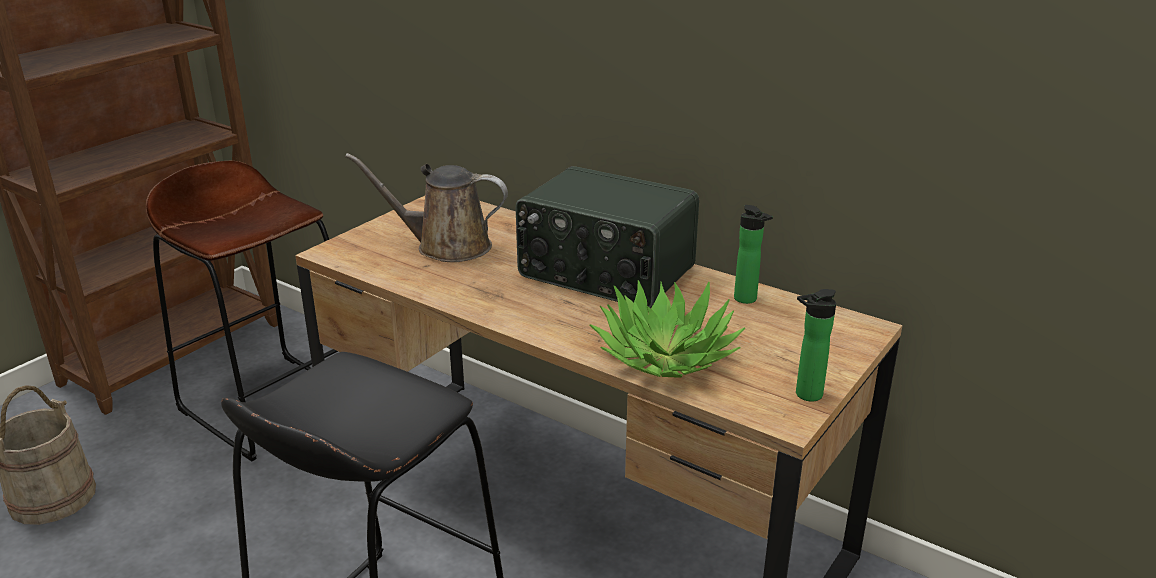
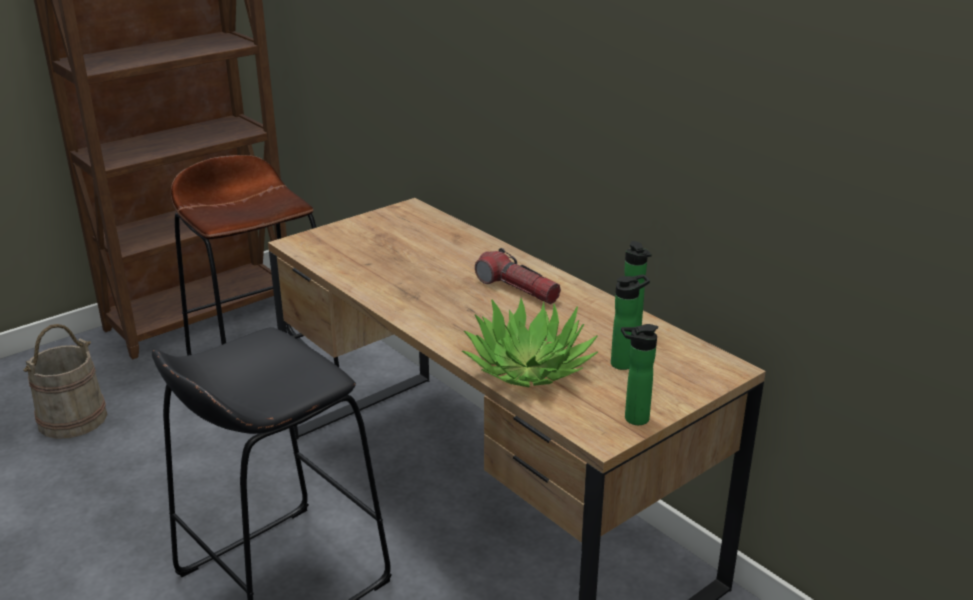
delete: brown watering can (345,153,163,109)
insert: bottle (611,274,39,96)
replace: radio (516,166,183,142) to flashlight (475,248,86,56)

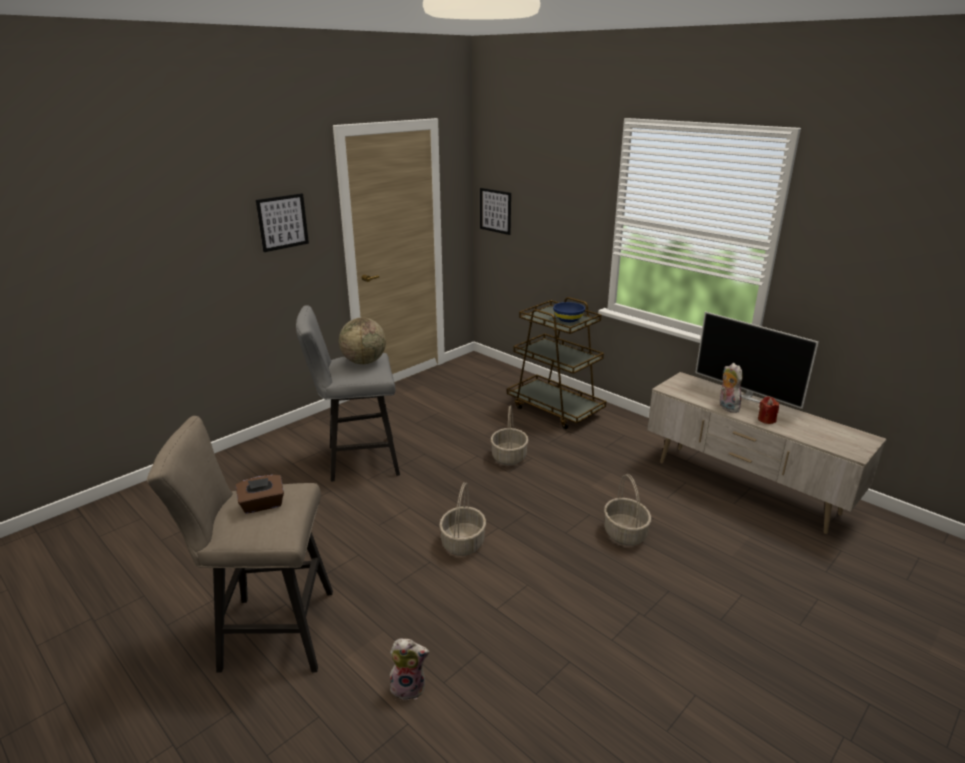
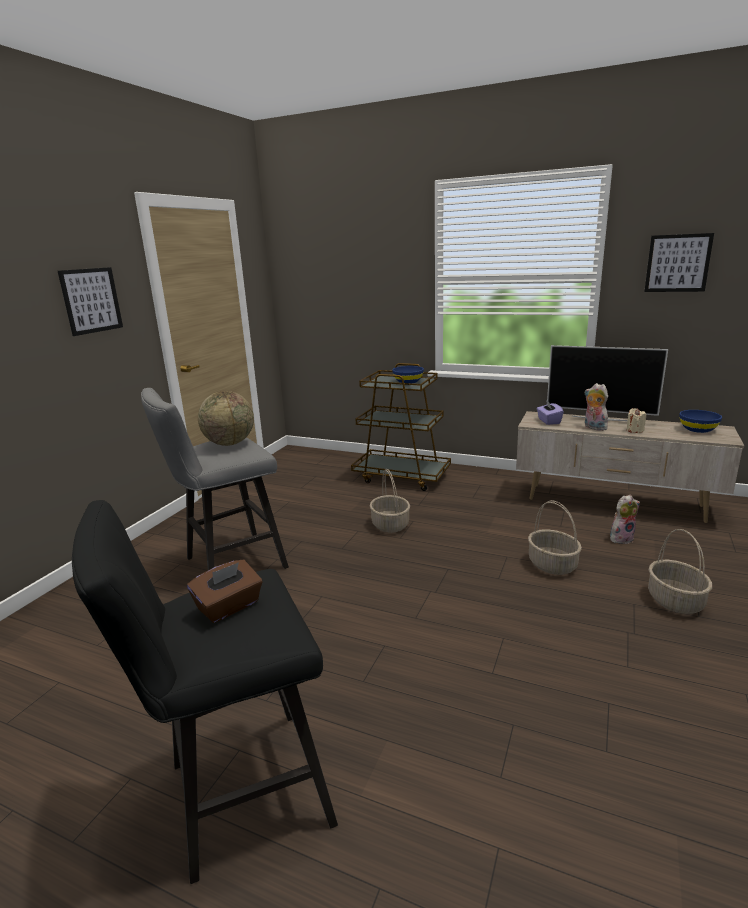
insert: purple tissue box (537,400,27,25); blue bowl (679,410,43,23)
move: plush toy (390,639,39,61) to (610,495,30,49); basket (439,483,47,73) to (648,529,64,85); picture (480,188,31,47) to (644,233,70,59)
recolor: beige stool (147,416,186,257) to black stool (72,500,266,384); red candle (758,396,21,28) to beige candle (627,408,19,25)

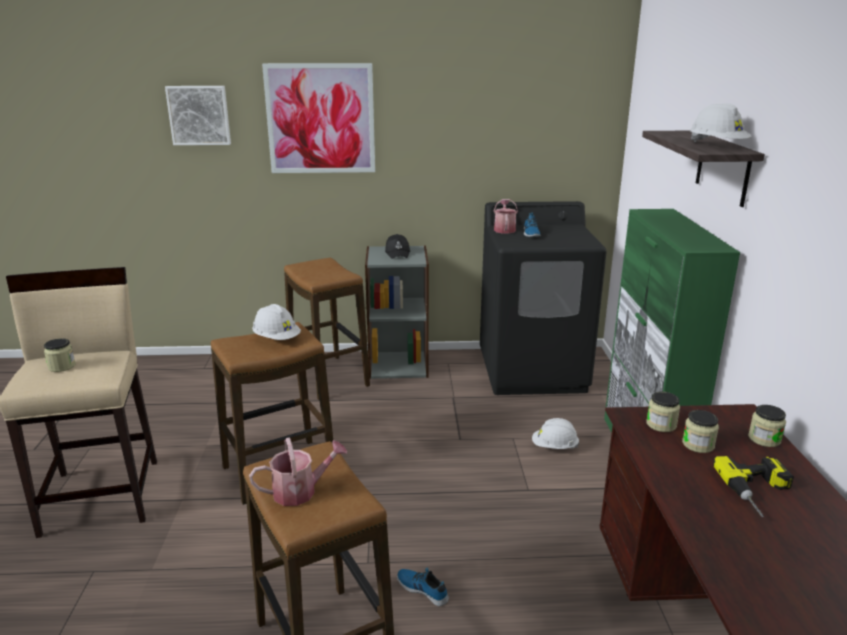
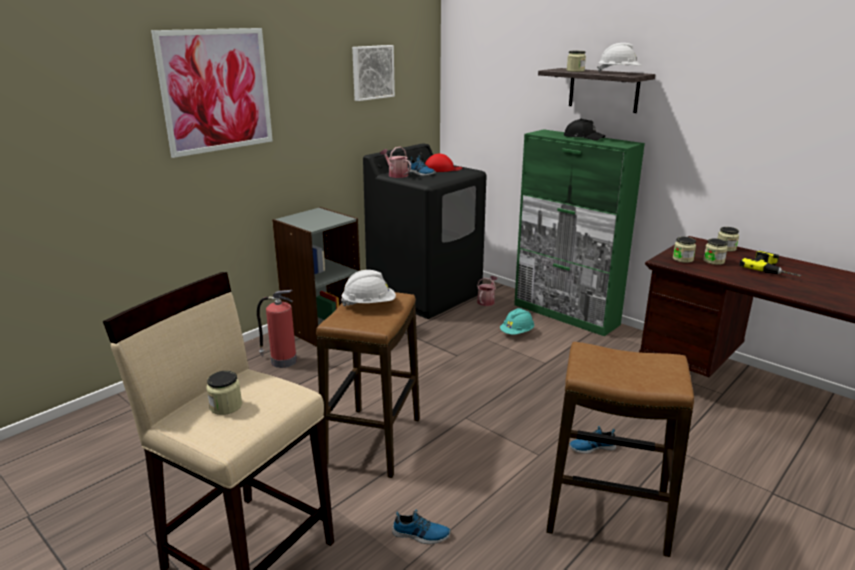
insert: shoe (392,510,59,34); red cap (425,154,38,18); jar (567,51,19,21)
move: picture (165,86,66,59) to (352,45,43,56); watering can (249,438,98,68) to (477,276,21,30); black cap (385,234,25,25) to (564,119,42,22)
replace: stool (284,258,86,142) to fire extinguisher (257,290,40,78)
recolor: white hard hat (532,418,47,31) to turquoise hard hat (500,308,34,27)

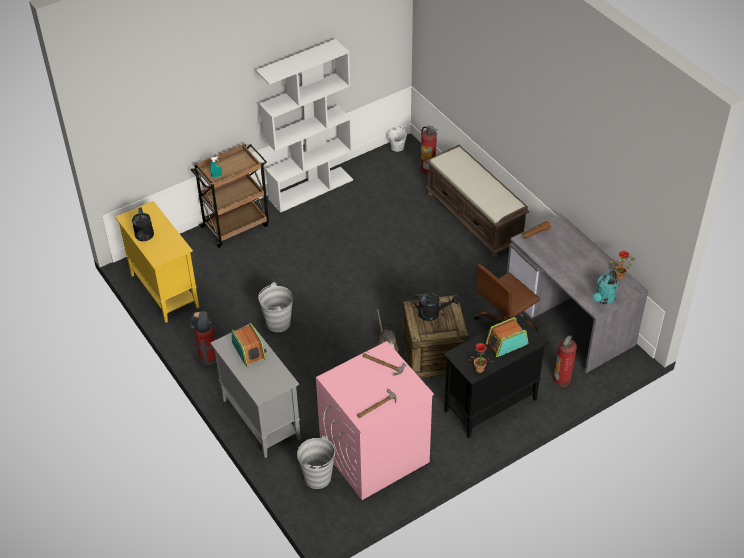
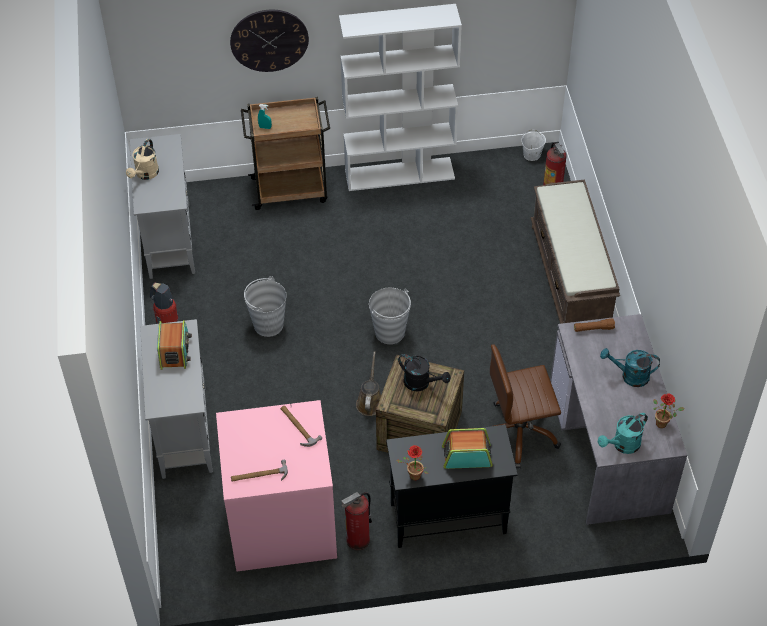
insert: wall clock (230,9,79,63); turquoise watering can (600,348,60,39)
move: grey bucket (297,436,38,53) to (369,288,42,56); fire extinguisher (553,335,24,52) to (341,492,31,58)
recolor: yellow cabinet (115,201,84,122) to grey cabinet (130,134,65,145); black watering can (132,207,22,34) to beige watering can (126,139,33,41)

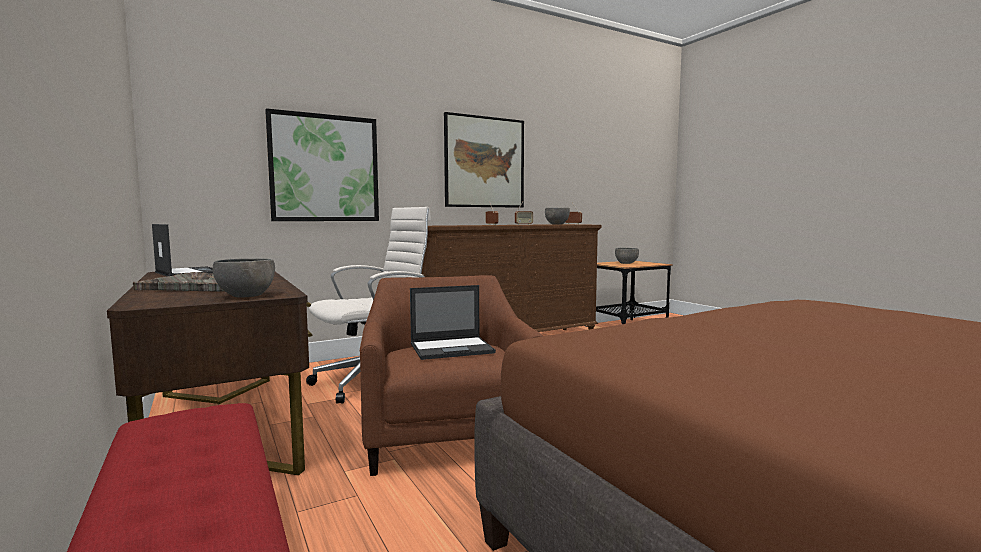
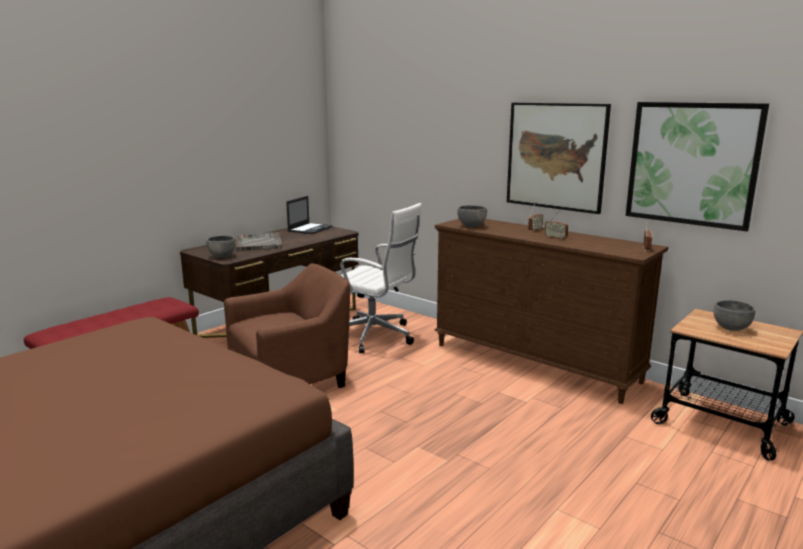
delete: laptop (410,285,86,75)
move: picture (265,108,114,113) to (626,102,143,129); grey bowl (545,207,25,18) to (457,205,30,23)

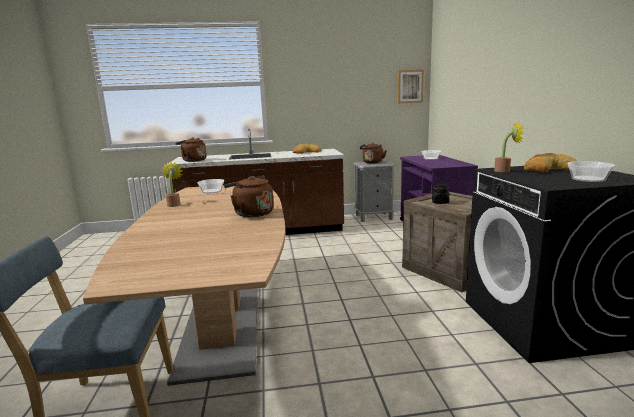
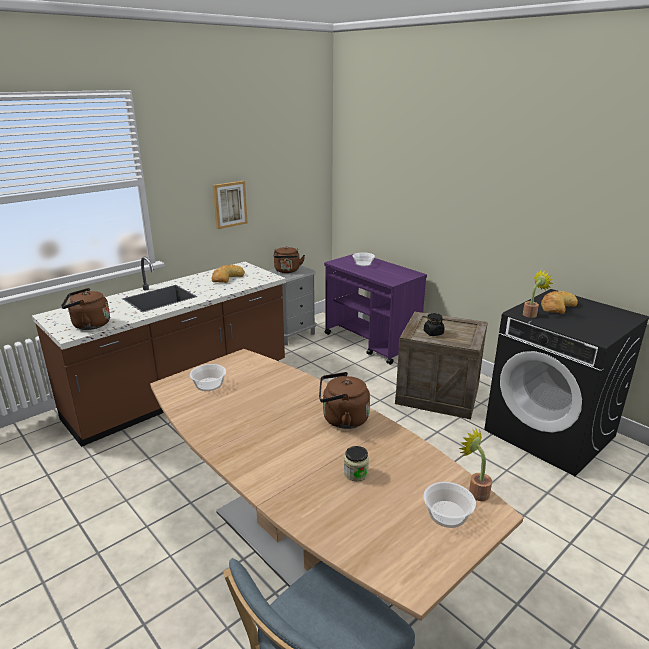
insert: jar (344,446,25,35)
move: potted plant (162,161,21,46) to (458,429,34,72); picture (397,70,27,33) to (213,181,35,48); bowl (567,161,48,21) to (423,482,53,46)

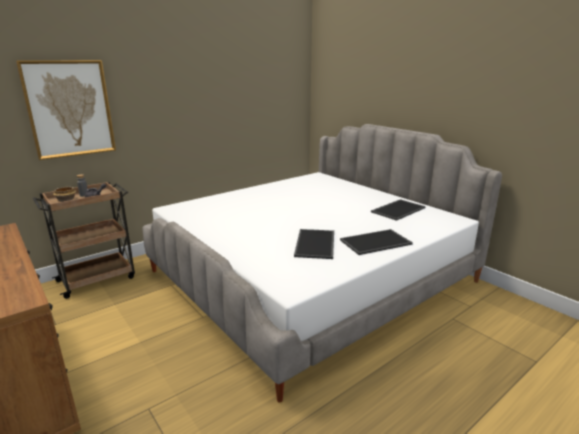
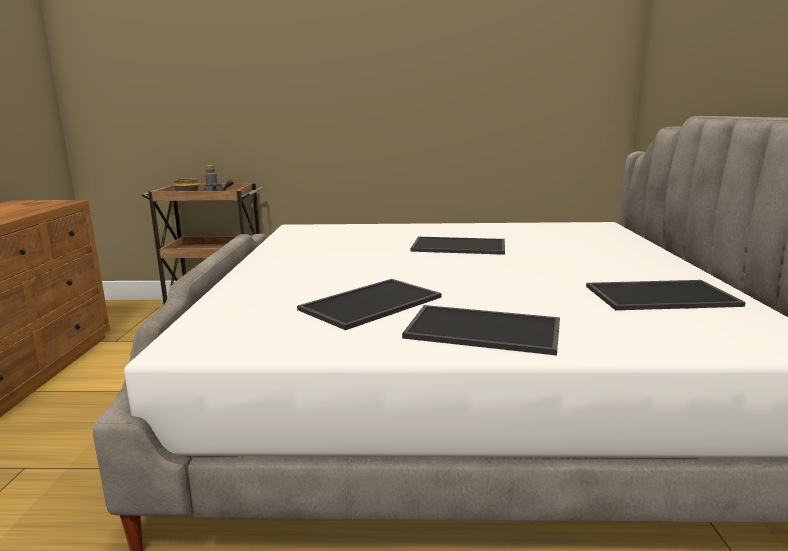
delete: picture (16,60,100,100)
insert: tray (411,237,94,18)

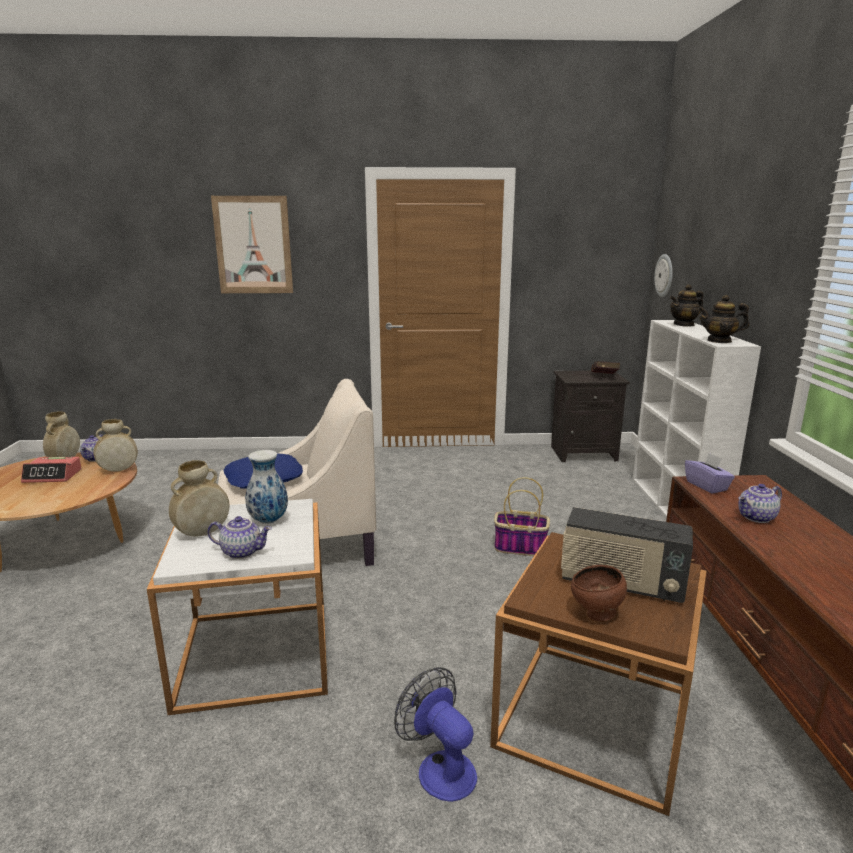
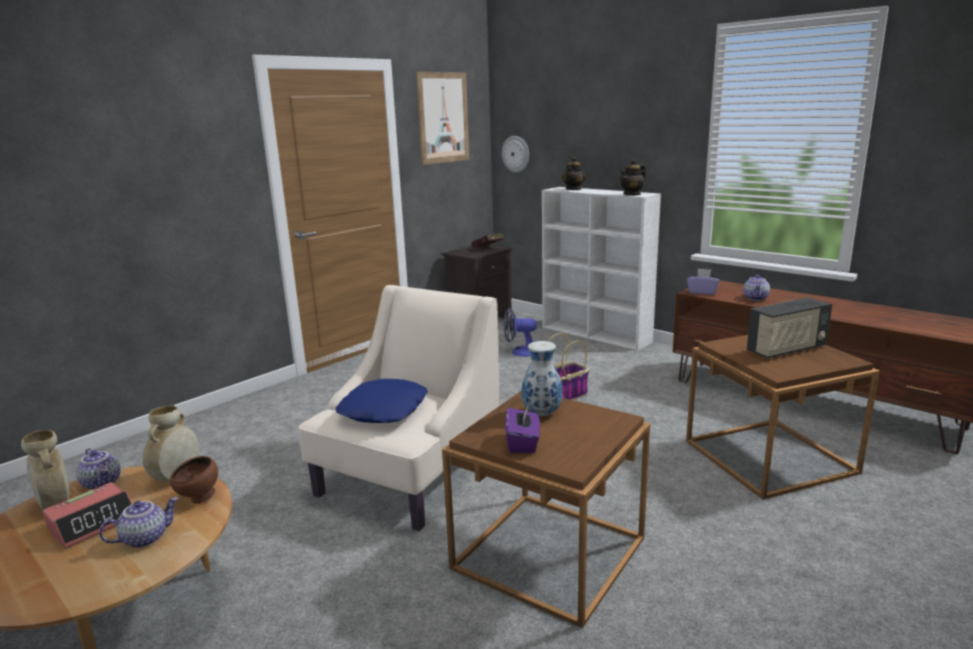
move: teapot (208,516,64,43) to (99,497,80,51); picture (211,196,82,97) to (416,72,54,93); fan (394,667,83,135) to (504,308,33,49); brown bowl (571,565,56,56) to (170,456,48,48)
replace: beige vase (169,460,61,77) to purple tissue box (506,403,34,50)
recolor: white side table (147,499,181,216) to brown side table (442,391,208,237)

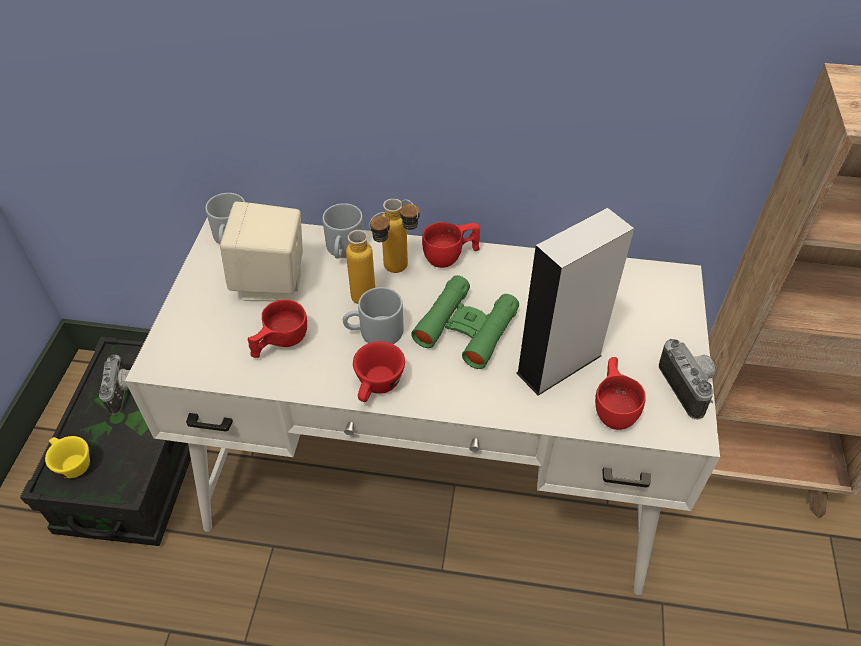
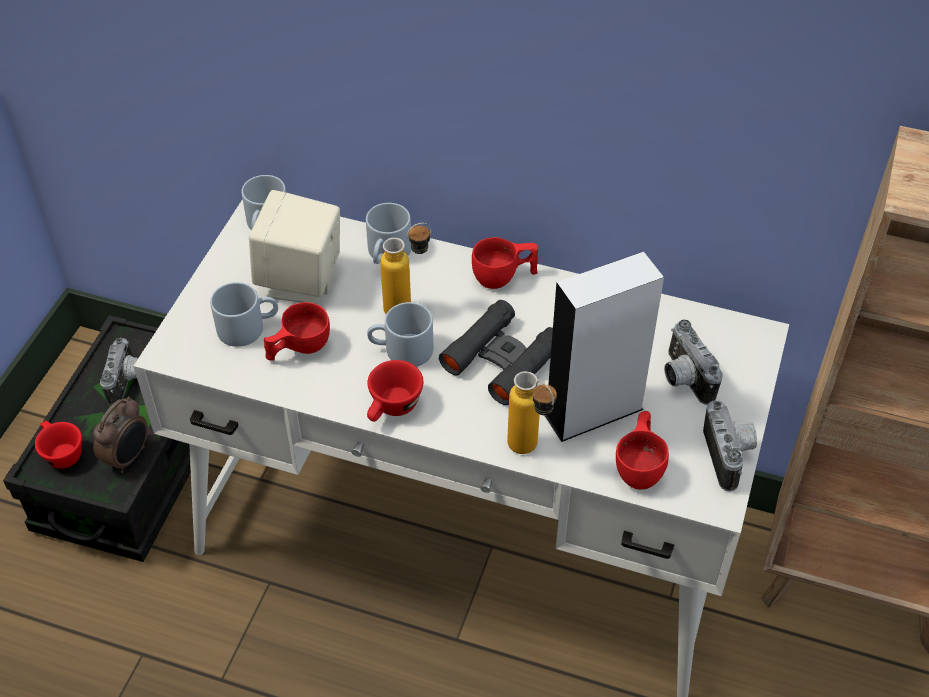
insert: alarm clock (93,397,55,76); grey mug (210,282,68,65); photo camera (664,319,59,86)
move: bottle (382,198,38,75) to (507,371,50,83)
recolor: yellow cup (45,436,45,42) to red cup (35,421,47,48); green binoculars (411,275,108,94) to black binoculars (439,300,114,105)

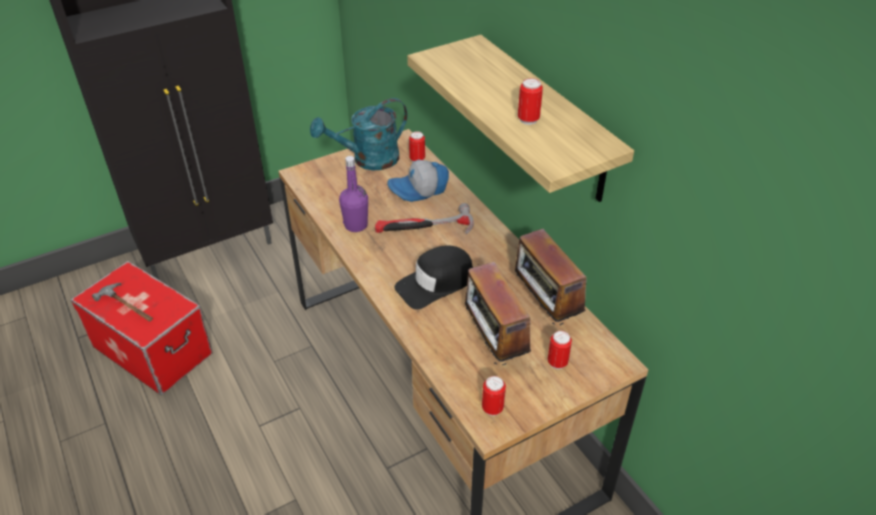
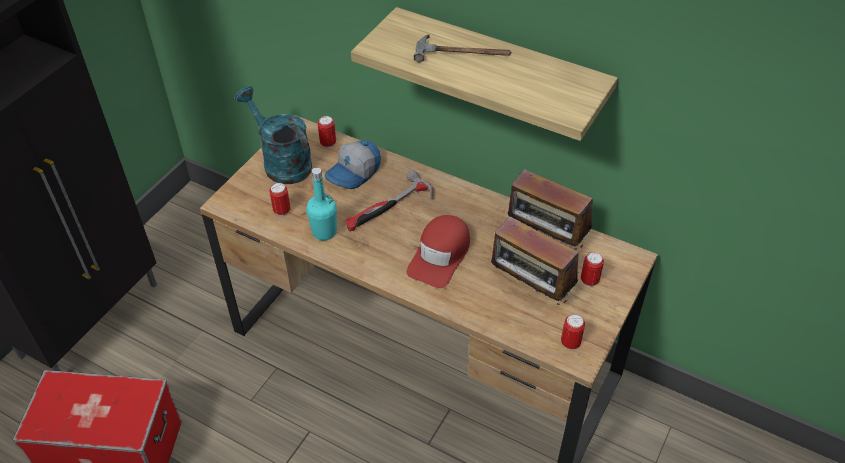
move: hammer (92,283,61,38) to (414,34,98,29); can (518,78,25,47) to (269,183,22,33)
recolor: purple bottle (339,156,29,76) to turquoise bottle (306,167,31,73); black cap (394,245,79,65) to red cap (407,215,63,73)
rotate: turquoise watering can (310,98,98,72) = (235,86,77,98) 105 degrees clockwise

